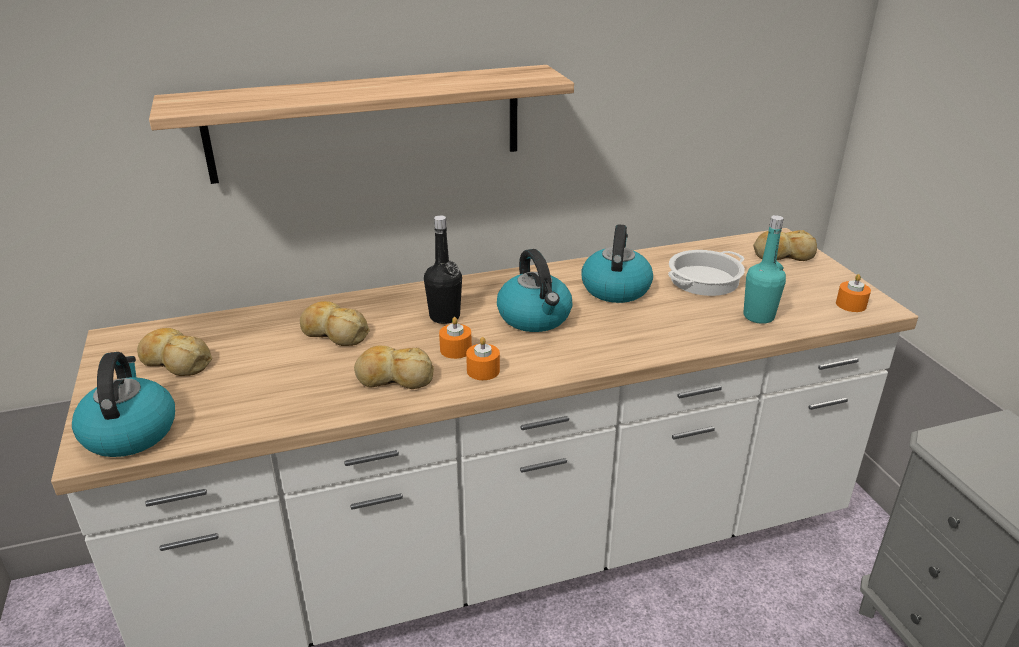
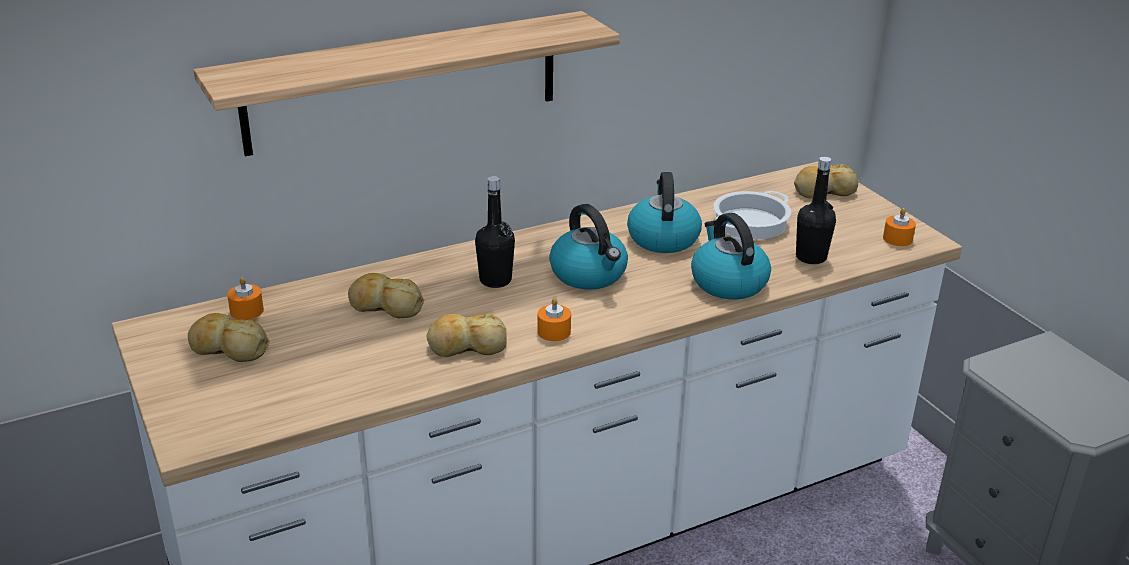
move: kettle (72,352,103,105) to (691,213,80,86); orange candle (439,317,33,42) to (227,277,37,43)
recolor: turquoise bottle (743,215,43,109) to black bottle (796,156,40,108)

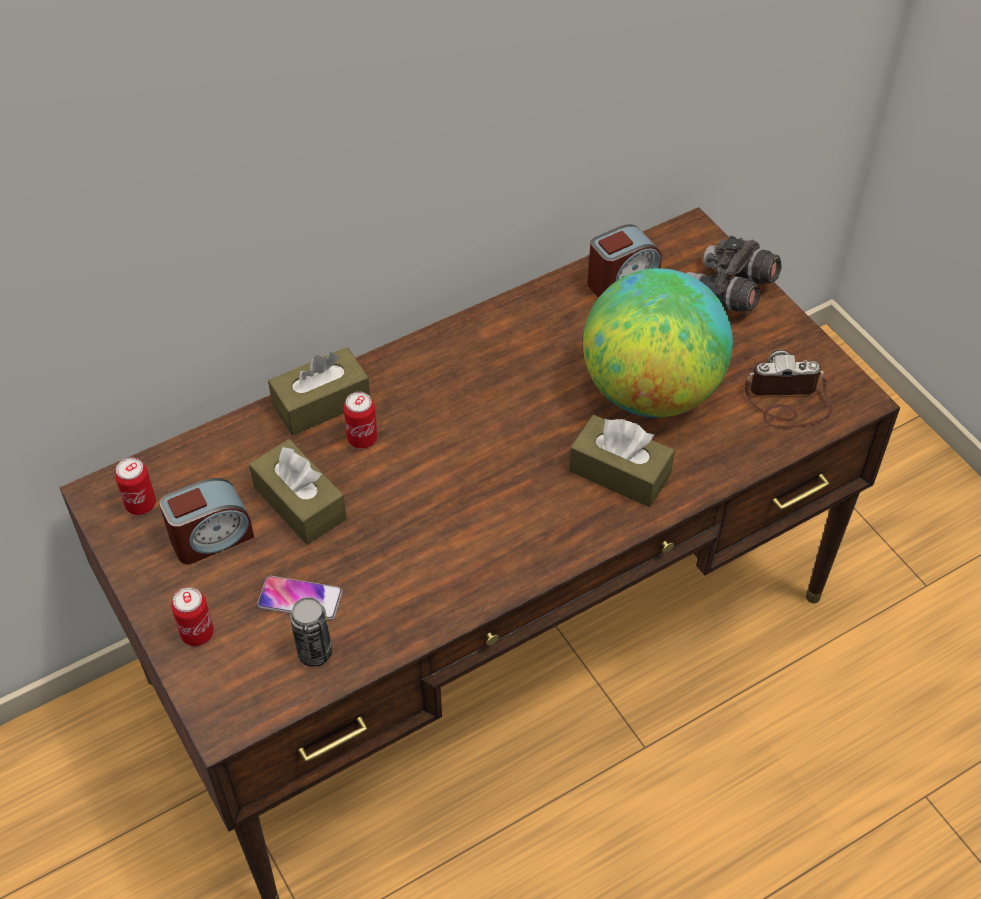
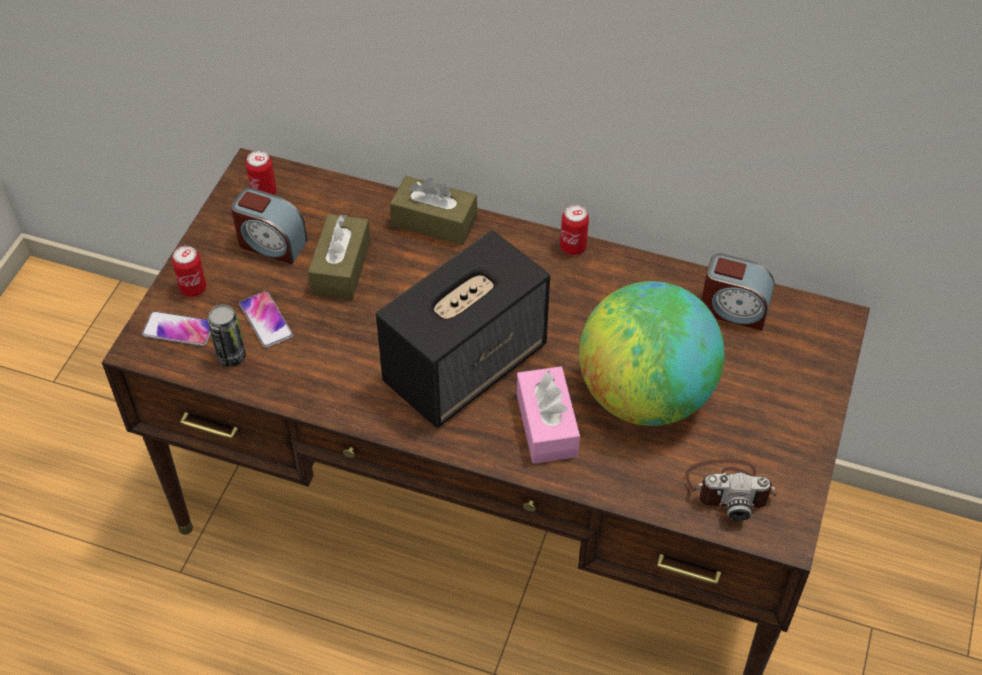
delete: grey binoculars (686,235,96,77)
insert: phone (142,311,69,35); speaker (376,230,174,198)
move: can (344,392,33,57) to (560,205,29,50)
recolor: brown tissue box (569,415,106,92) to pink tissue box (517,366,63,98)
rotate: photo camera (744,350,89,78) = (685,459,91,63) 135 degrees clockwise

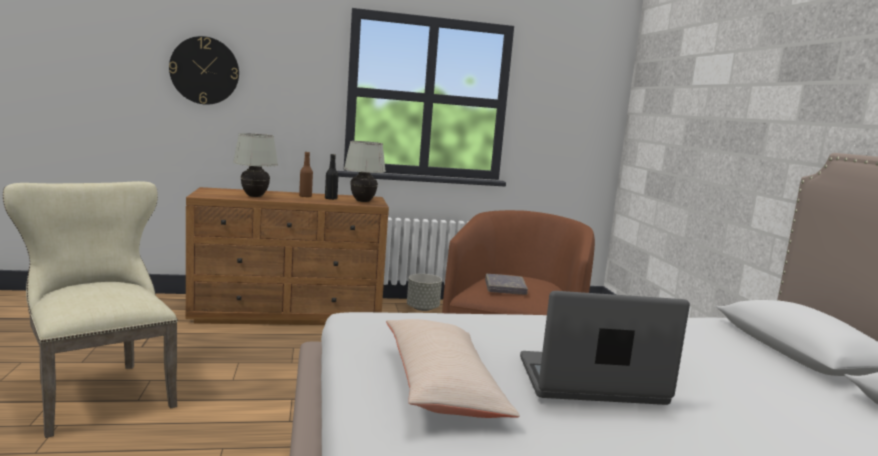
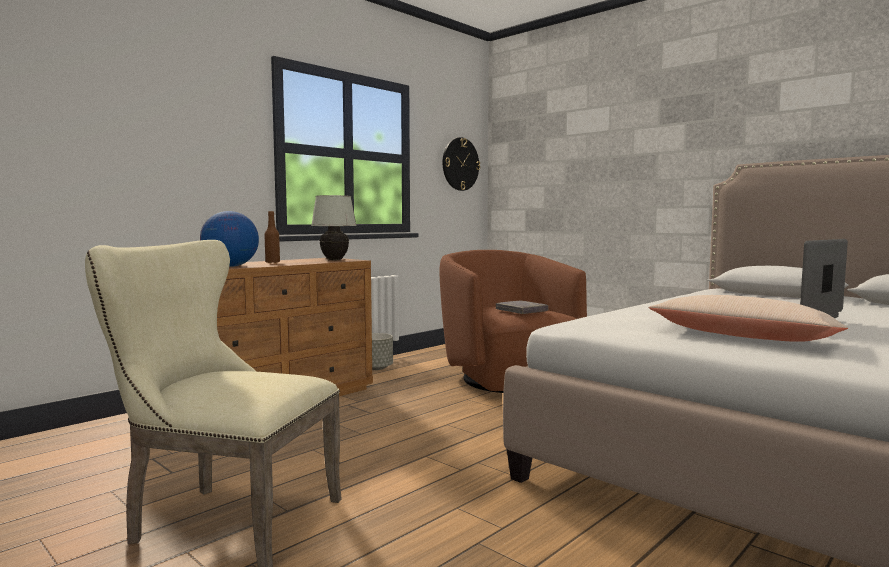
delete: black bottle (325,154,13,46)
move: wall clock (169,36,70,69) to (443,137,37,54)
replace: white table lamp (233,133,45,64) to globe (200,211,59,56)

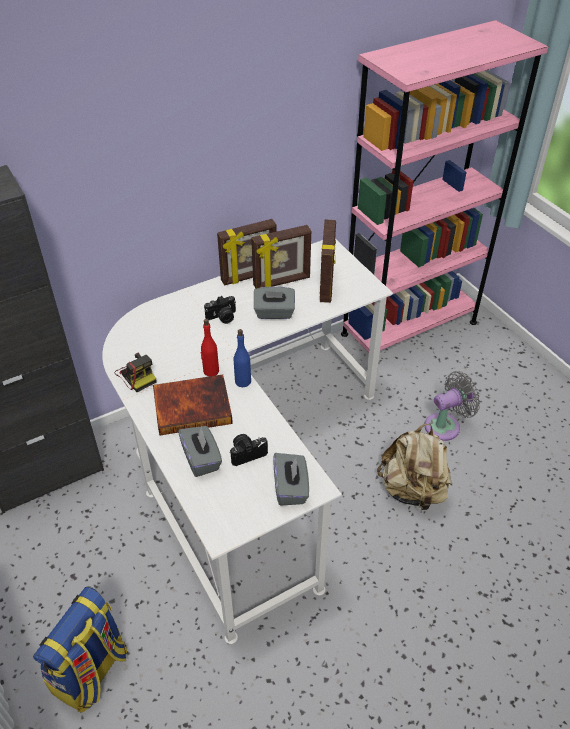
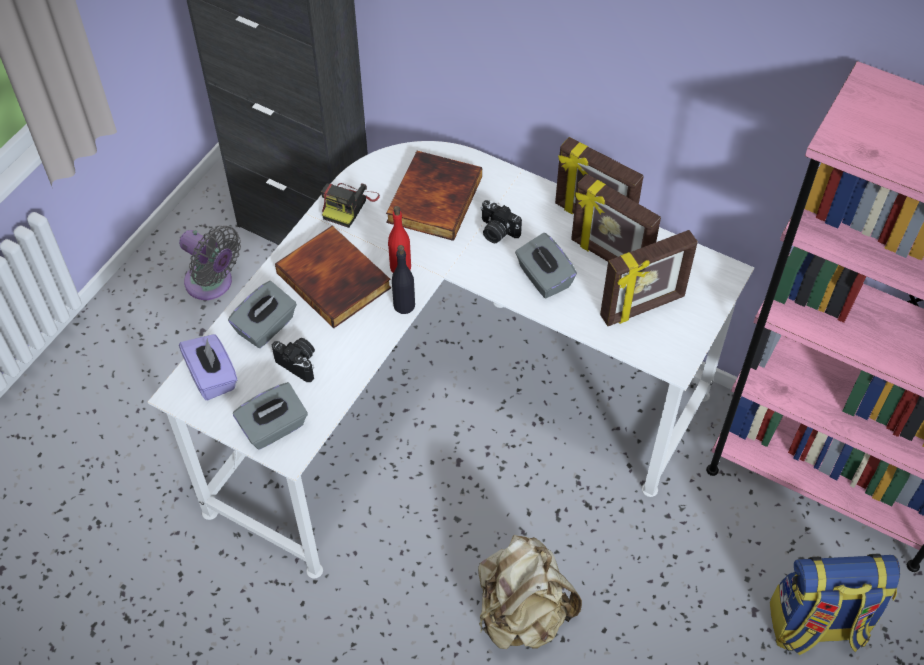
insert: purple tissue box (179,334,59,66); book (386,151,96,90)
move: backpack (33,586,95,127) to (770,554,130,101); grey fan (425,371,55,70) to (179,226,62,74)
recolor: blue bottle (233,329,18,58) to black bottle (392,245,23,69)

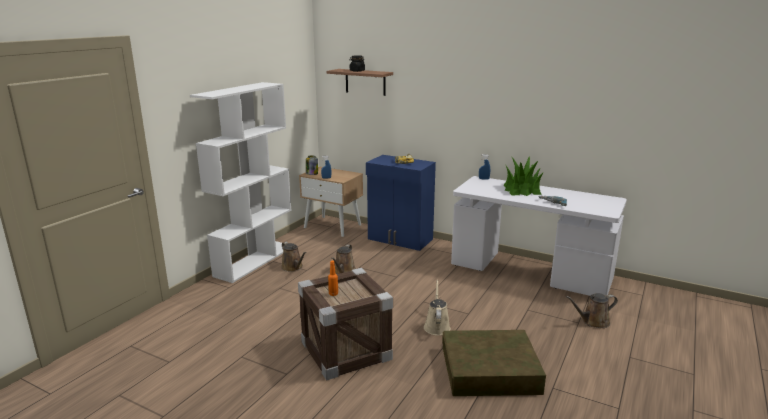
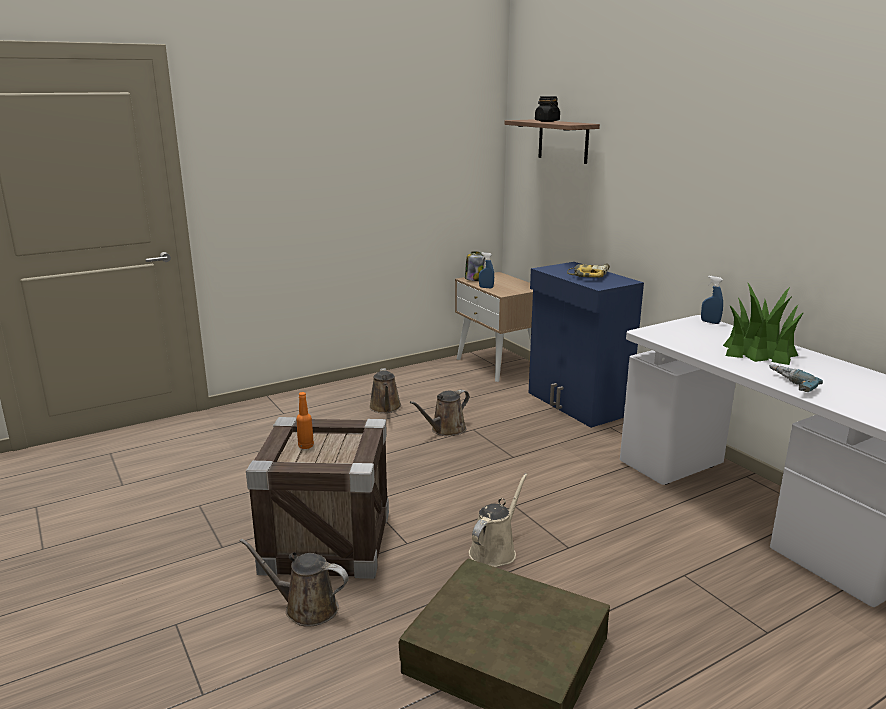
delete: white bookcase (190,82,101,201)
move: brown watering can (566,293,52,35) to (240,538,109,89)

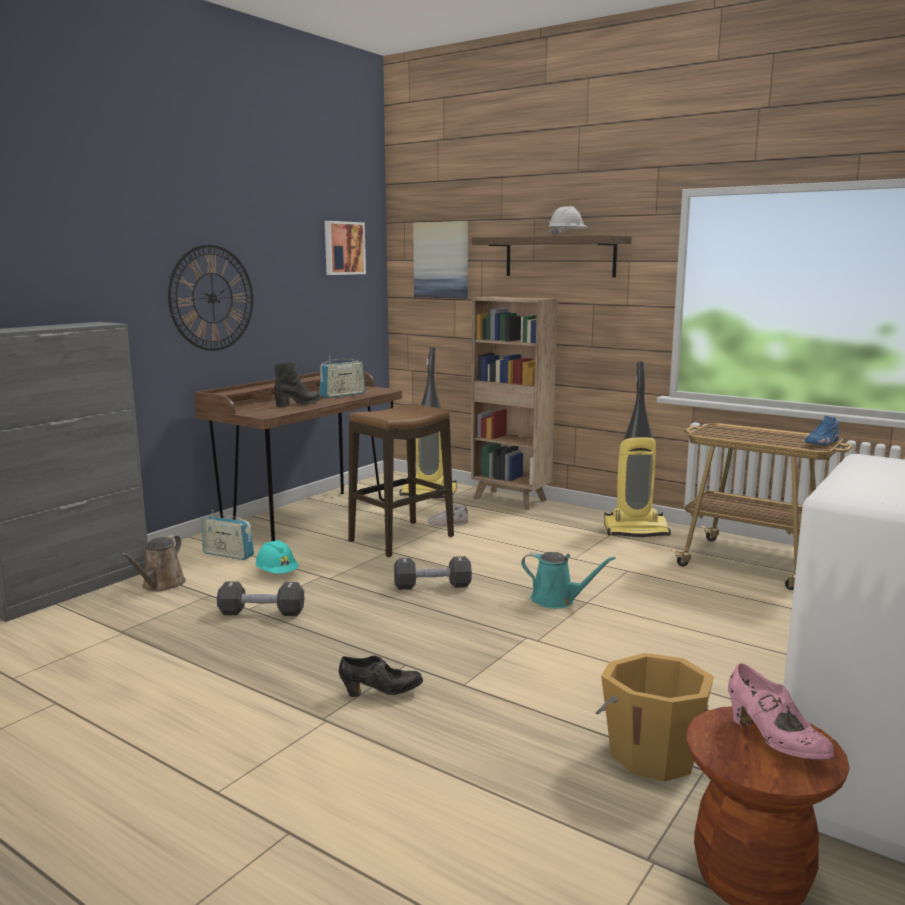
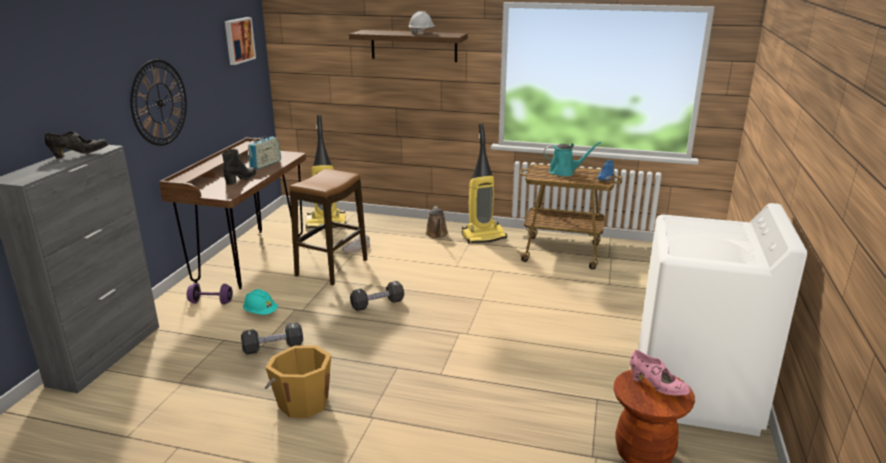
delete: picture (413,221,55,78); brown bookcase (471,296,87,213)
move: brown watering can (120,535,66,56) to (425,206,23,32); black shoe (339,656,84,41) to (45,131,63,27); turquoise watering can (521,552,95,57) to (544,142,57,34); orange bucket (596,653,118,129) to (265,345,66,73)
replace: radio (202,510,52,50) to purple dumbbell (187,283,46,22)

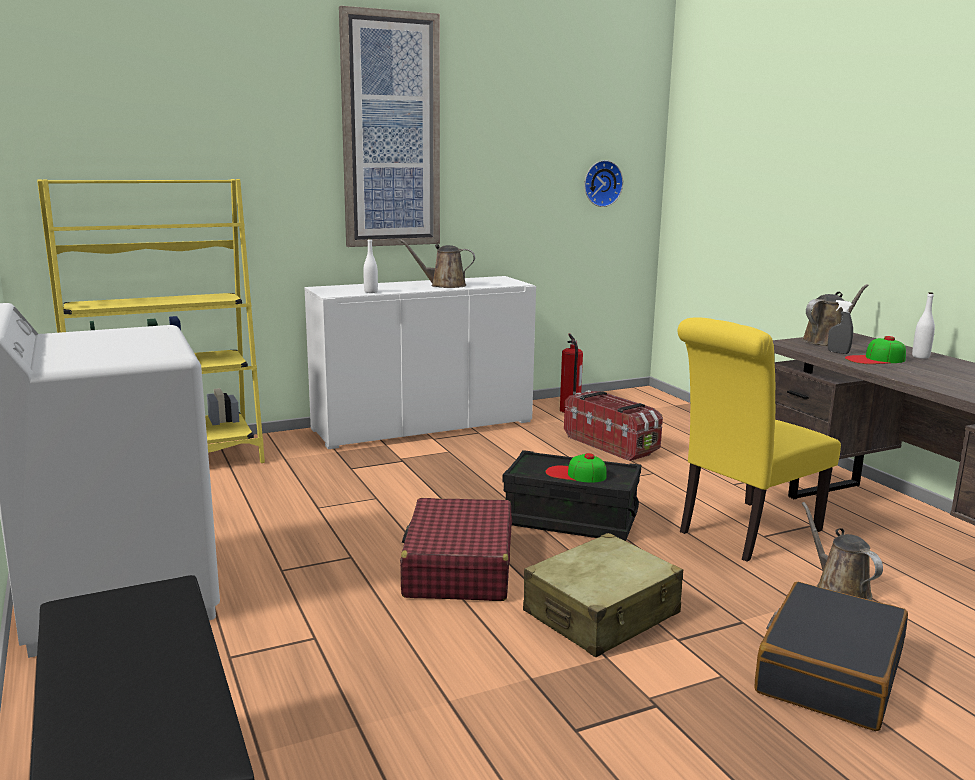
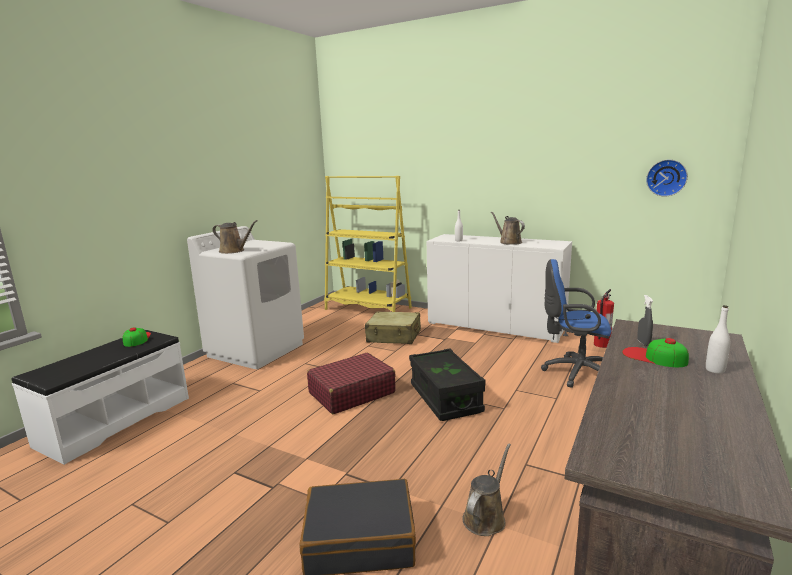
delete: picture (339,6,101,241); yellow chair (678,318,163,244)
move: beige suitcase (523,533,160,124) to (365,312,56,32); cap (545,453,62,29) to (123,327,28,20); brown watering can (802,284,66,62) to (212,220,46,34)
replace: storage box (564,390,99,71) to blue office chair (541,259,70,129)

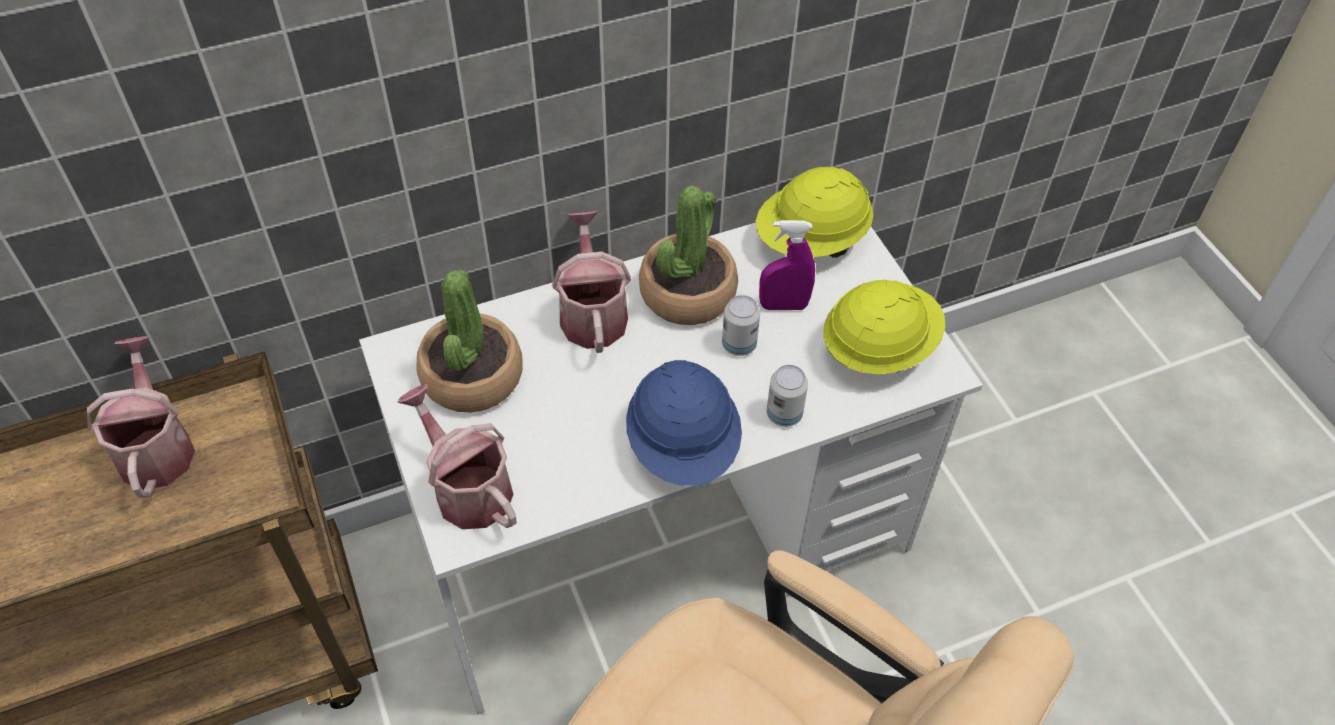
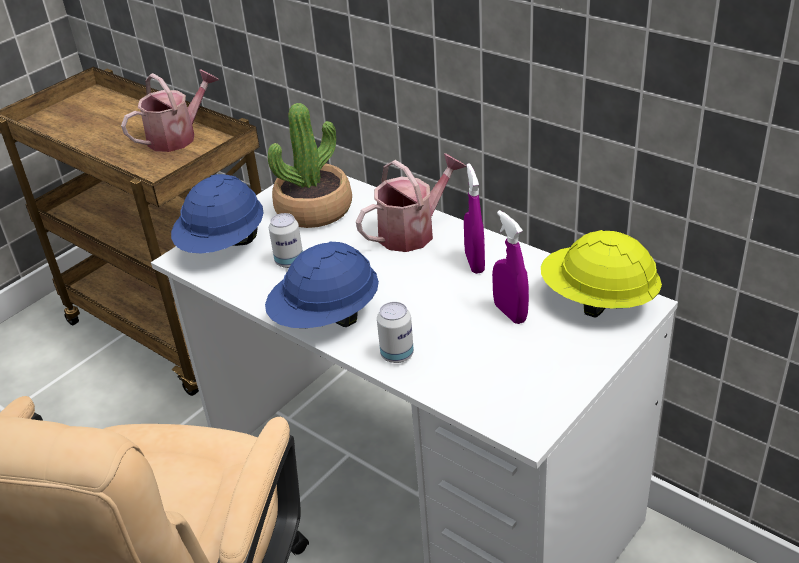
delete: yellow hard hat (823,280,122,94)
move: can (722,295,38,61) to (269,213,34,55)
replace: watering can (397,384,120,145) to blue hard hat (171,174,92,79); potted plant (639,185,99,140) to purple spray bottle (464,163,21,111)

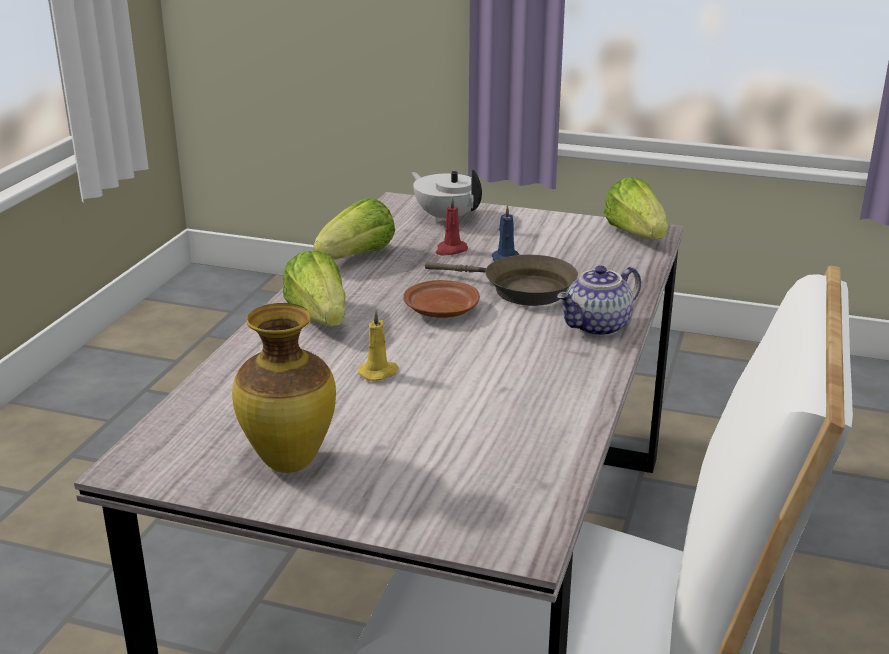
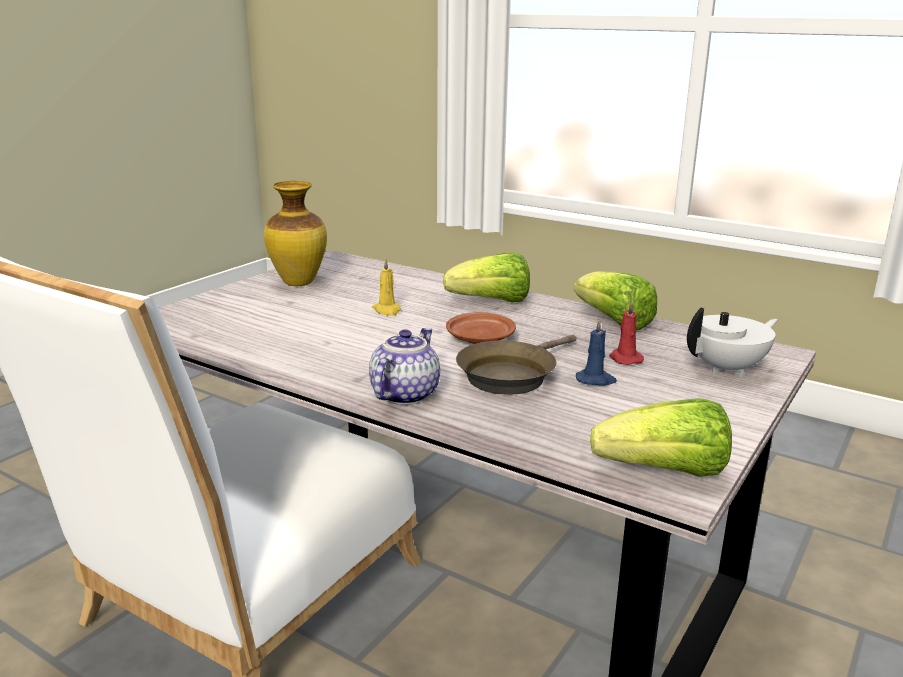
rotate: teapot (557,266,84,71) = (369,328,71,77) 45 degrees clockwise

